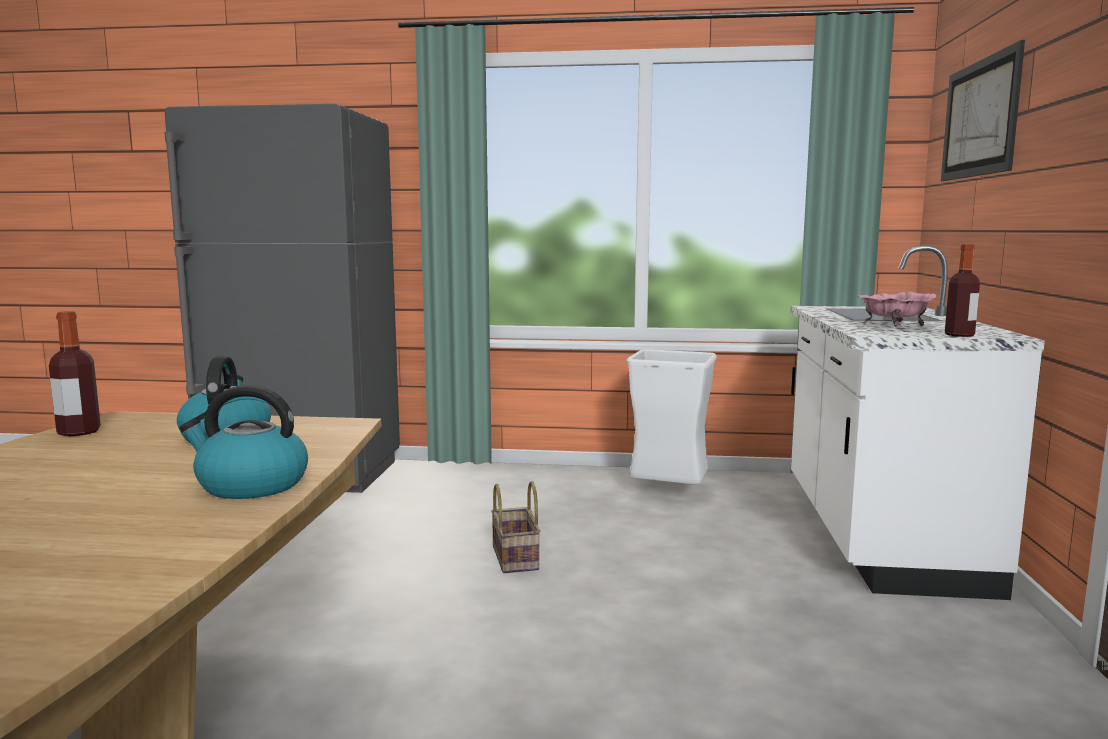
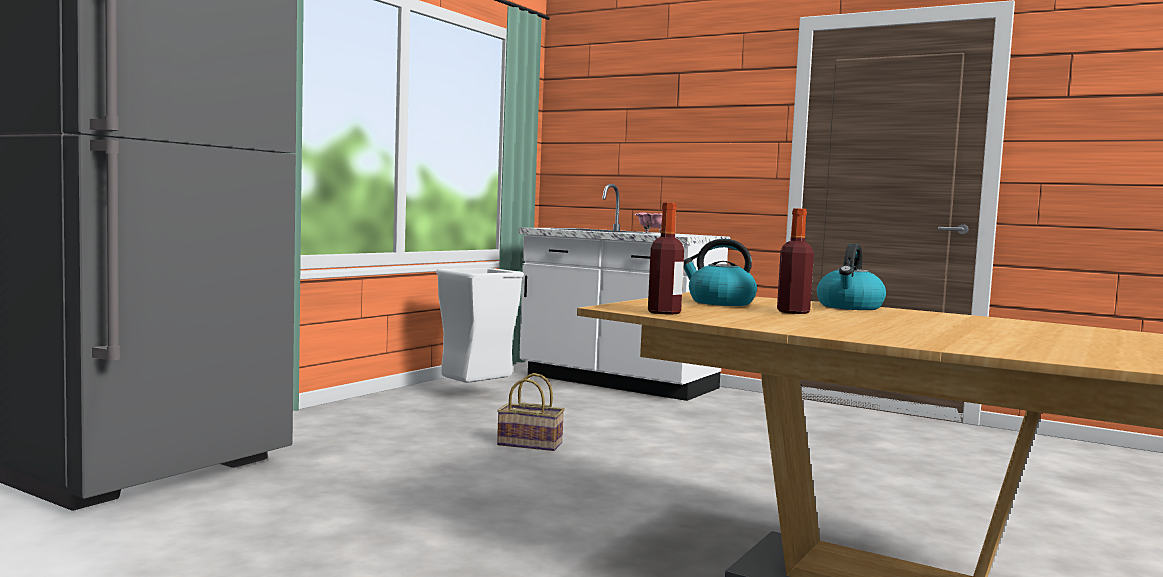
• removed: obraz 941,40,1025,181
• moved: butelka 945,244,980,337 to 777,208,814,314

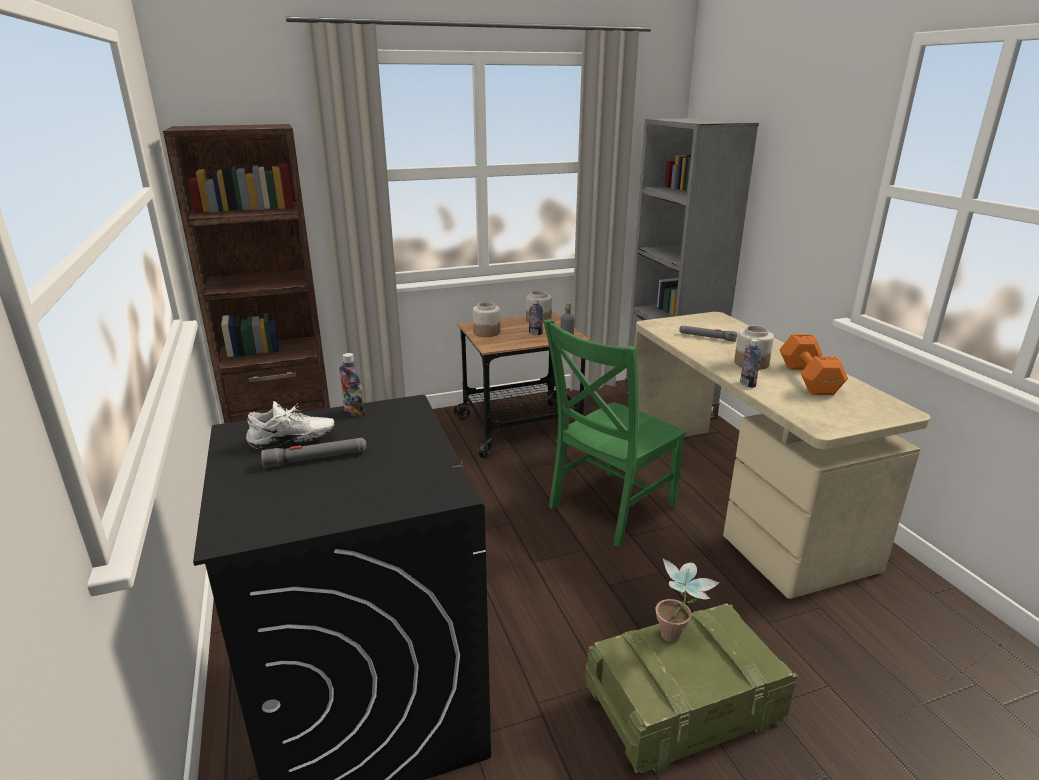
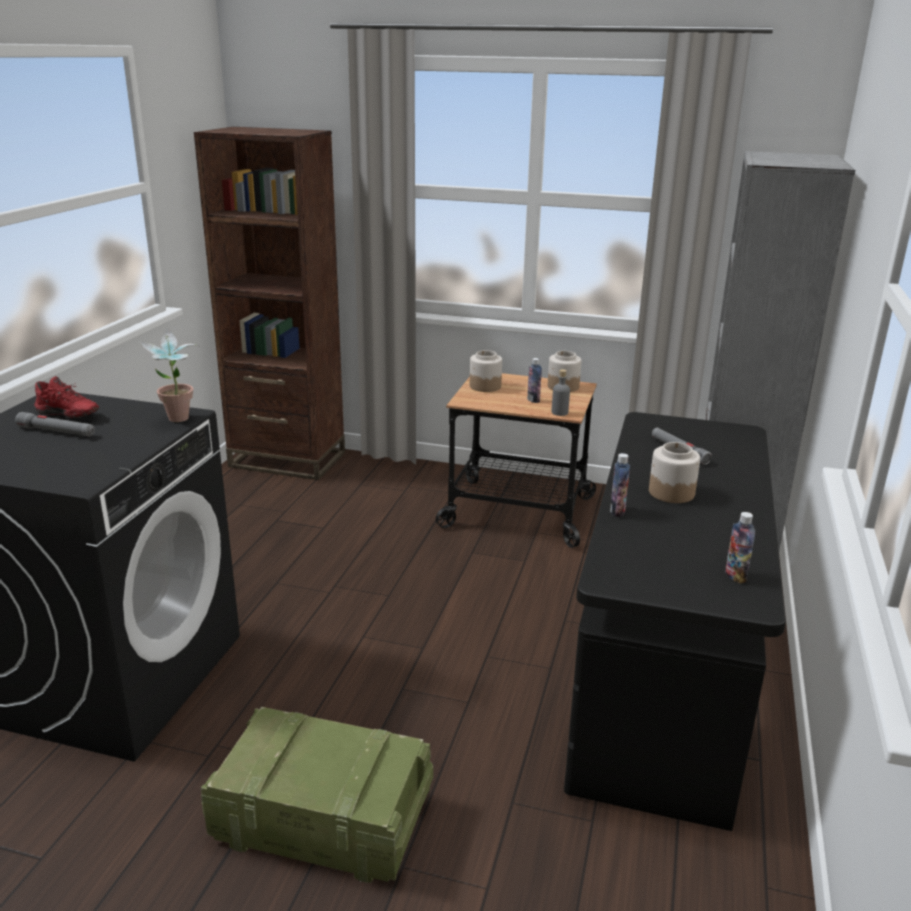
• recoloured: but [biały] 246,401,335,449 to but [czerwony] 34,376,99,418
• moved: butelka 339,353,365,417 to 725,512,755,584
• removed: krzesło [zielony] 543,319,687,547
• recoloured: biurko [beżowy] 635,312,930,599 to biurko [czarny] 564,412,786,831
• moved: roślina doniczkowa 655,559,720,642 to 138,329,198,422
• removed: hantel [pomarańczowy] 779,334,848,395

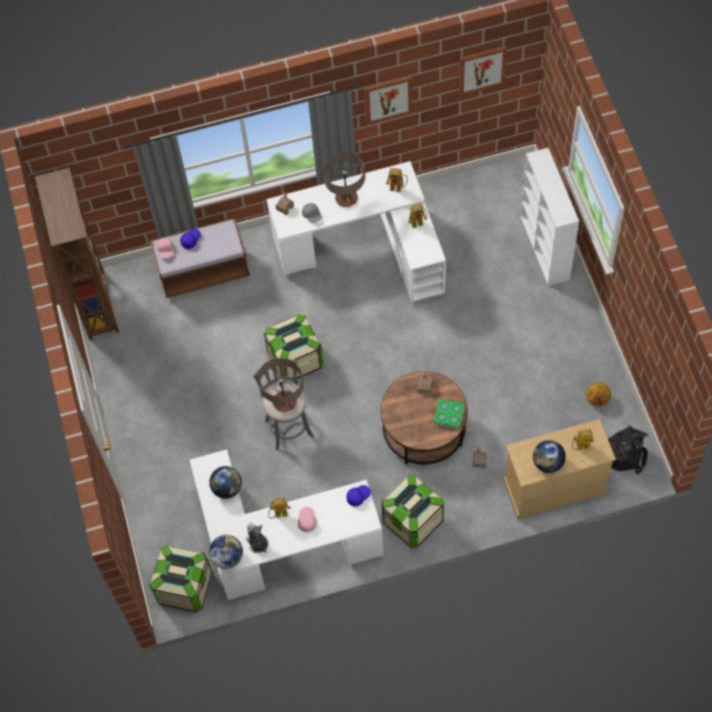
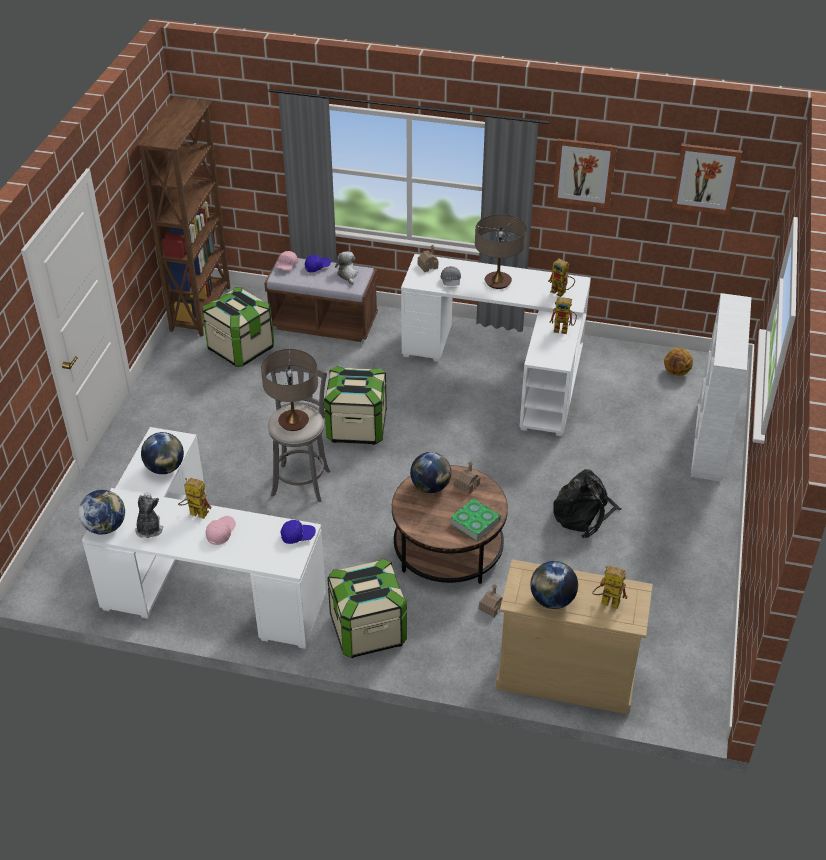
• moved: pojemnik do przechowywania 149,545,213,612 to 202,287,274,367
• moved: piłka do koszykówki 586,382,611,407 to 664,348,693,376
• moved: plecak [czarny] 608,425,648,474 to 553,469,621,538
• added: pluszak 335,251,358,285
• added: globus 410,452,451,493

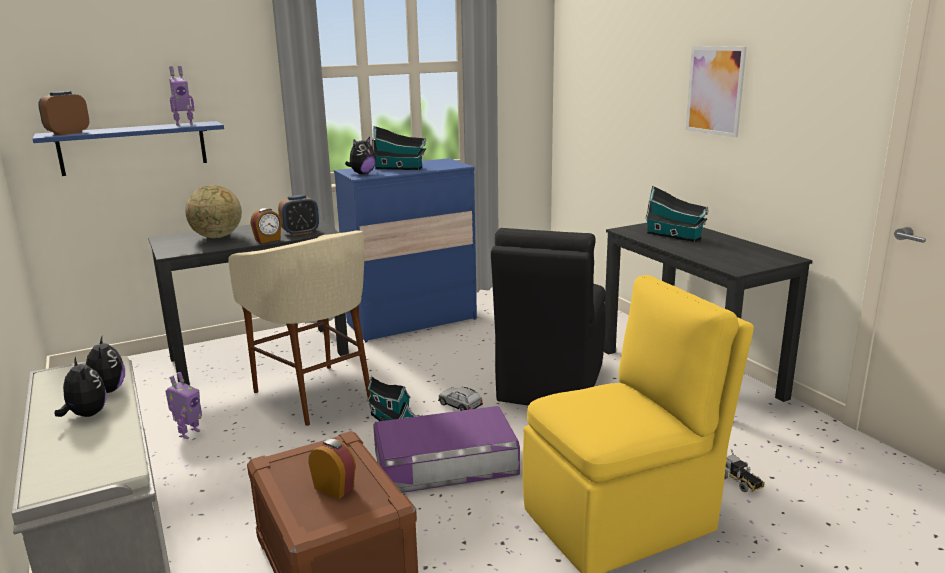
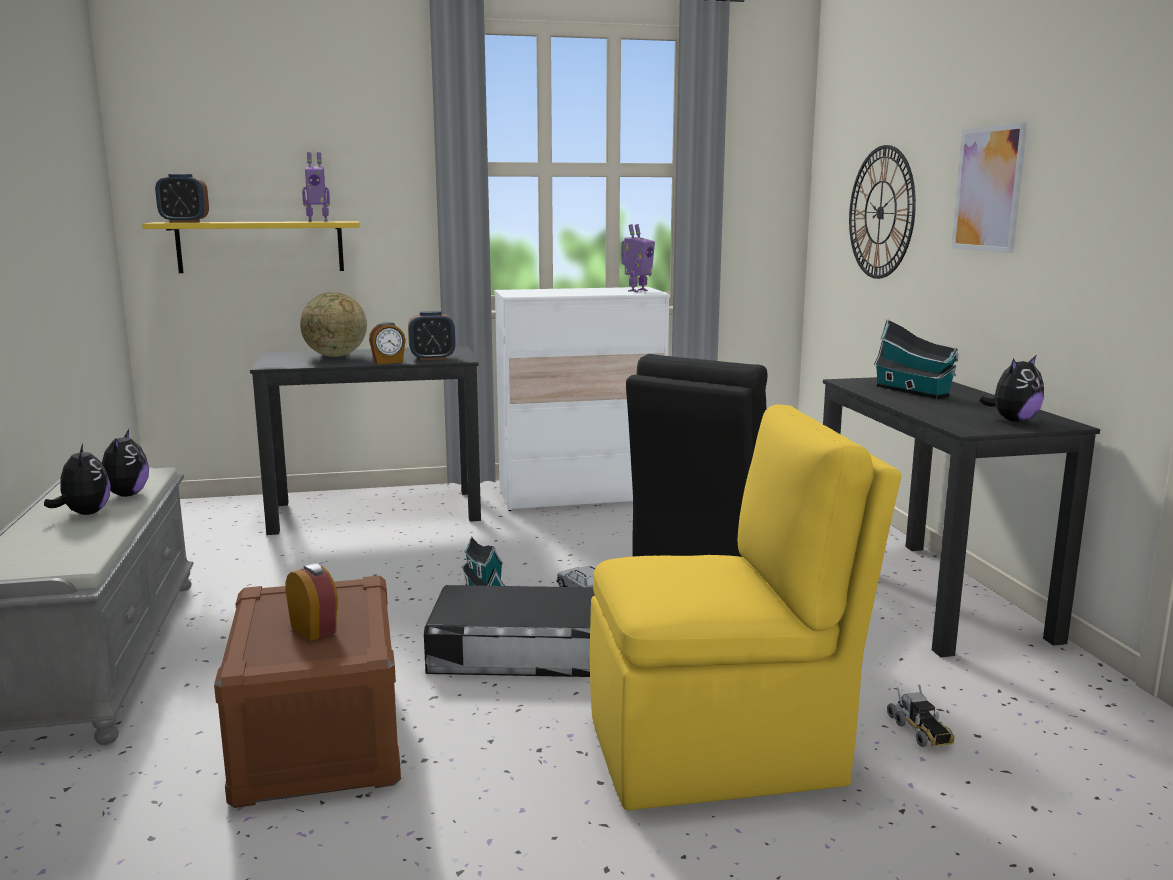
• recoloured: półka [niebieski] 33,121,224,176 to półka [żółty] 142,221,360,273
• turned: budzik 38,91,89,135 = 155,174,209,223 150 degrees counterclockwise
• moved: robot zabawkowy 165,372,202,439 to 621,224,655,292
• removed: stołek [beżowy] 228,231,370,426
• recoloured: komoda [niebieski] 334,158,477,342 to komoda [biały] 494,287,670,511
• moved: pluszak 345,137,376,174 to 979,356,1044,422
• removed: domek 372,125,426,170
• recoloured: pojemnik do przechowywania [fioletowy] 373,406,520,493 to pojemnik do przechowywania [czarny] 424,585,595,677
• added: zegar ścienny 849,145,916,279

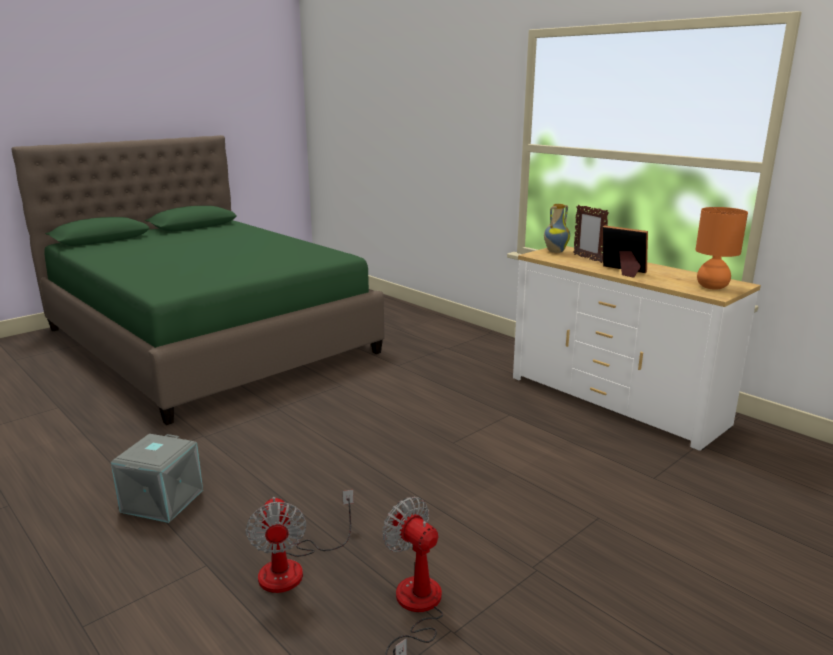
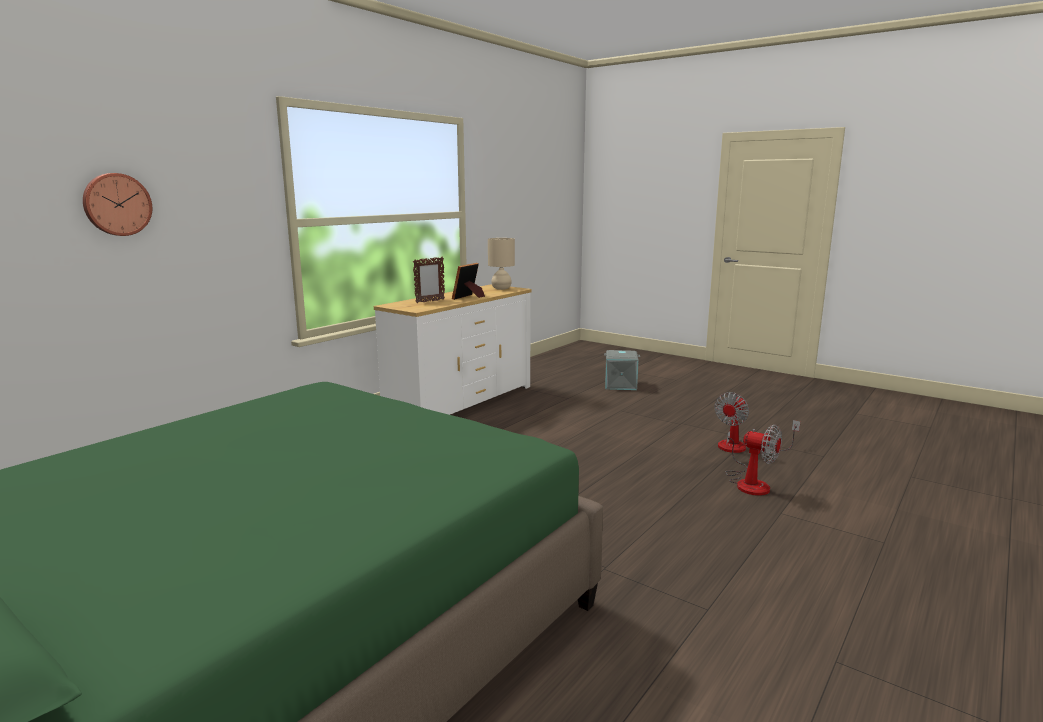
• moved: pojemnik do przechowywania [szary] 111,434,203,523 to 604,350,640,390
• turned: wentylator 246,490,354,593 = 725,425,782,496 60 degrees clockwise
• removed: wazon 544,204,570,253
• recoloured: lampa stołowa [pomarańczowy] 695,207,748,290 to lampa stołowa [beżowy] 488,238,515,290
• added: zegar ścienny 83,173,152,236

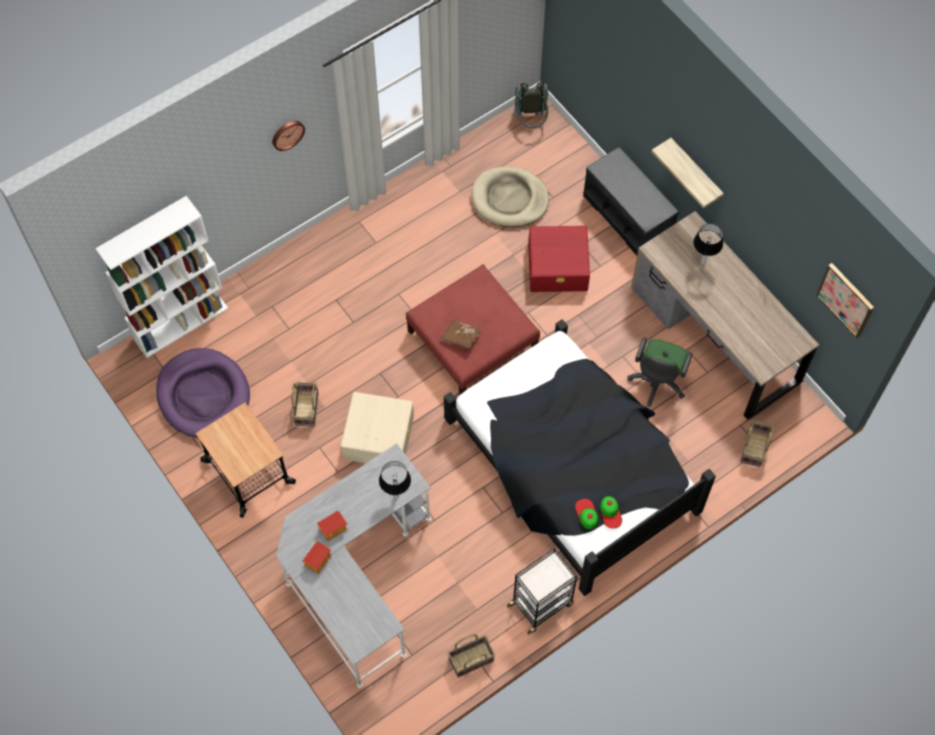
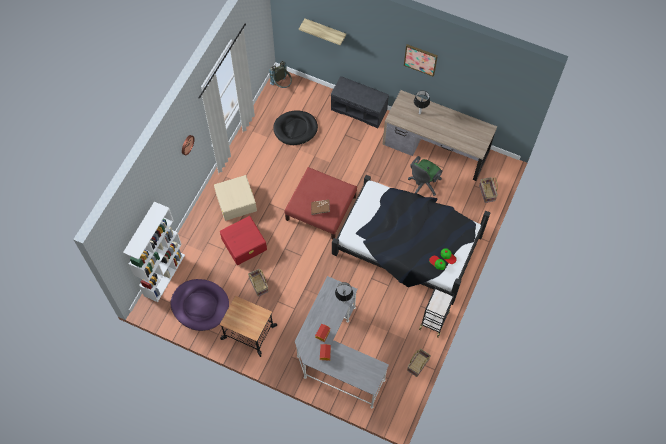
• moved: pojemnik do przechowywania [beżowy] 341,392,414,463 to 214,175,257,221
• recoloured: legowisko [beżowy] 472,166,549,227 to legowisko [czarny] 273,110,318,145
• moved: pojemnik do przechowywania [czerwony] 528,226,590,292 to 220,216,267,265
• turned: krzesło biurowe [zielony] 627,337,693,407 = 408,156,442,196 45 degrees clockwise
• moved: półka 651,138,724,208 to 299,19,346,45
• moved: obraz 816,263,874,338 to 404,44,438,77

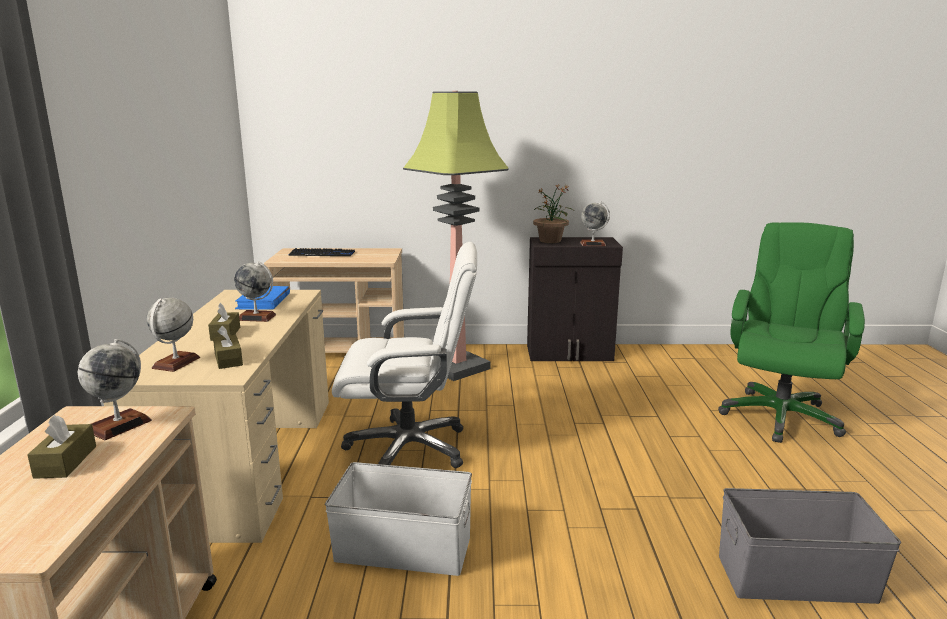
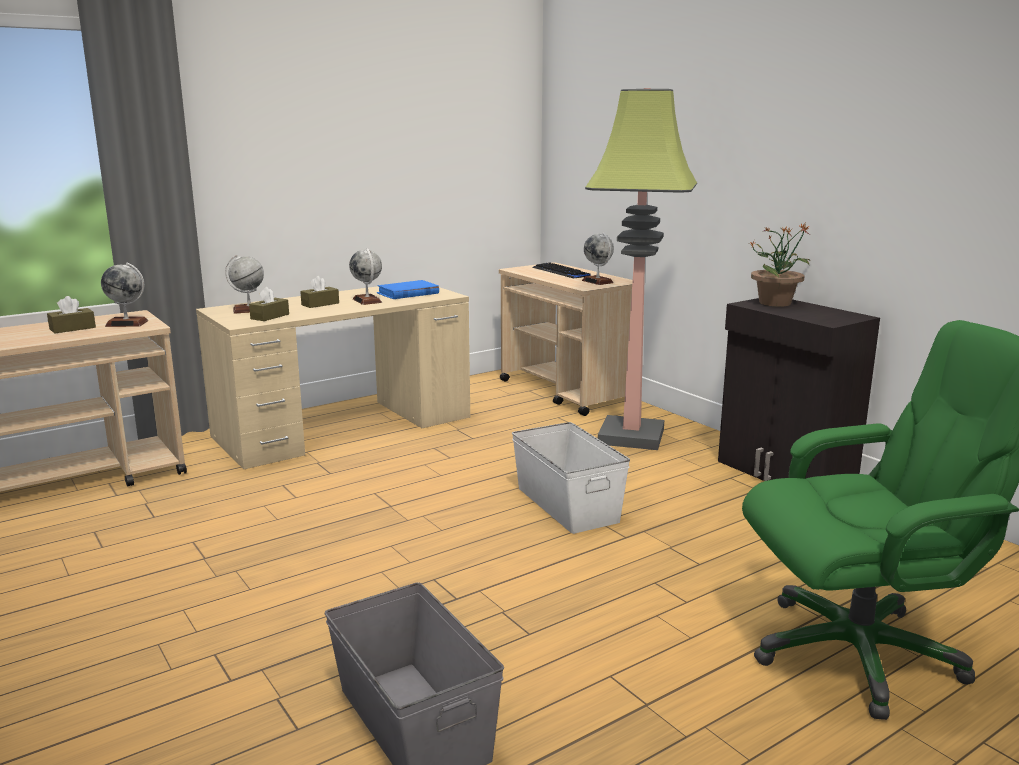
• moved: pojemnik do przechowywania [biały] 325,462,472,576 to 512,422,630,534
• removed: krzesło biurowe [biały] 332,242,477,468
• moved: globus 580,201,610,246 to 582,233,614,285

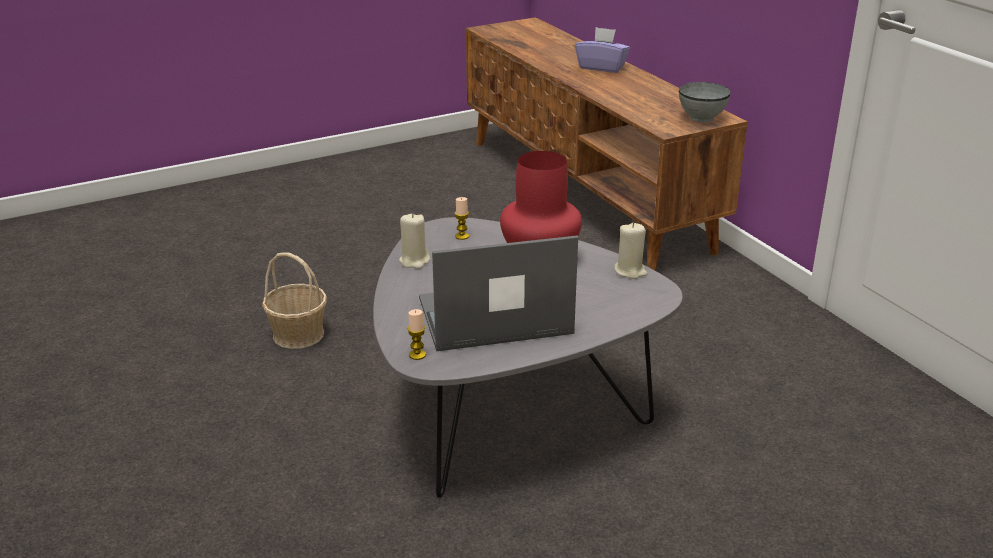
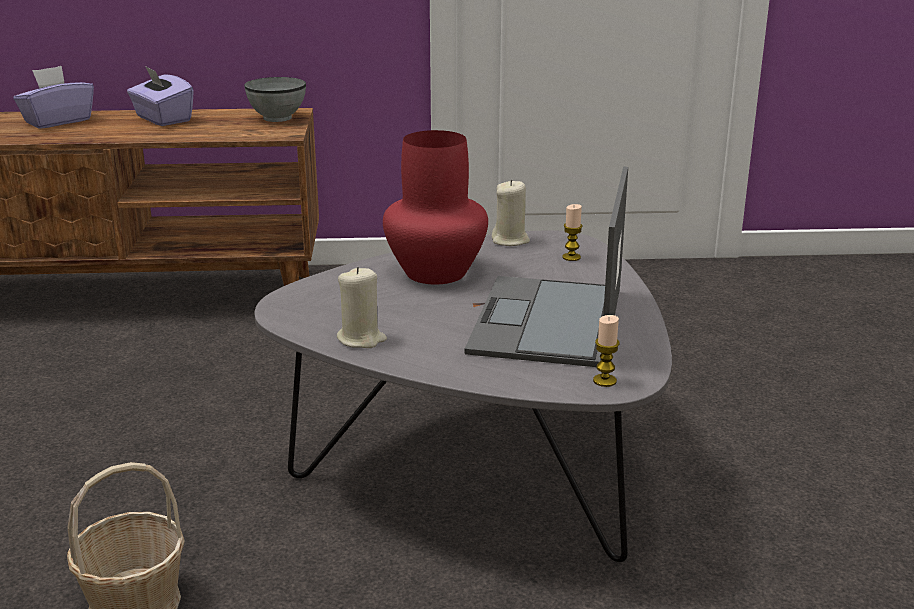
• moved: świeca 455,197,469,240 to 562,204,583,261
• added: pudełko chusteczek [fioletowy] 127,66,194,126

